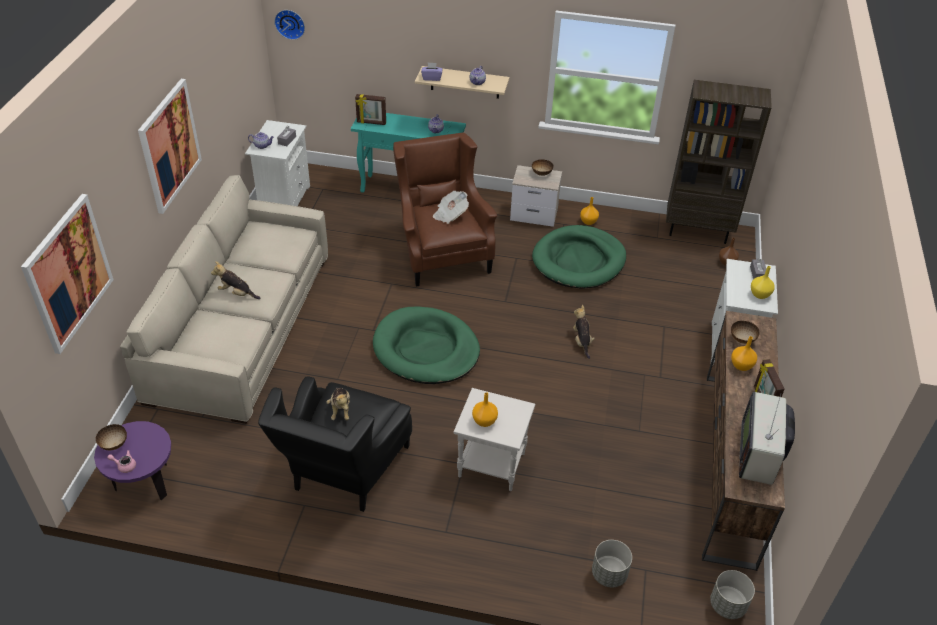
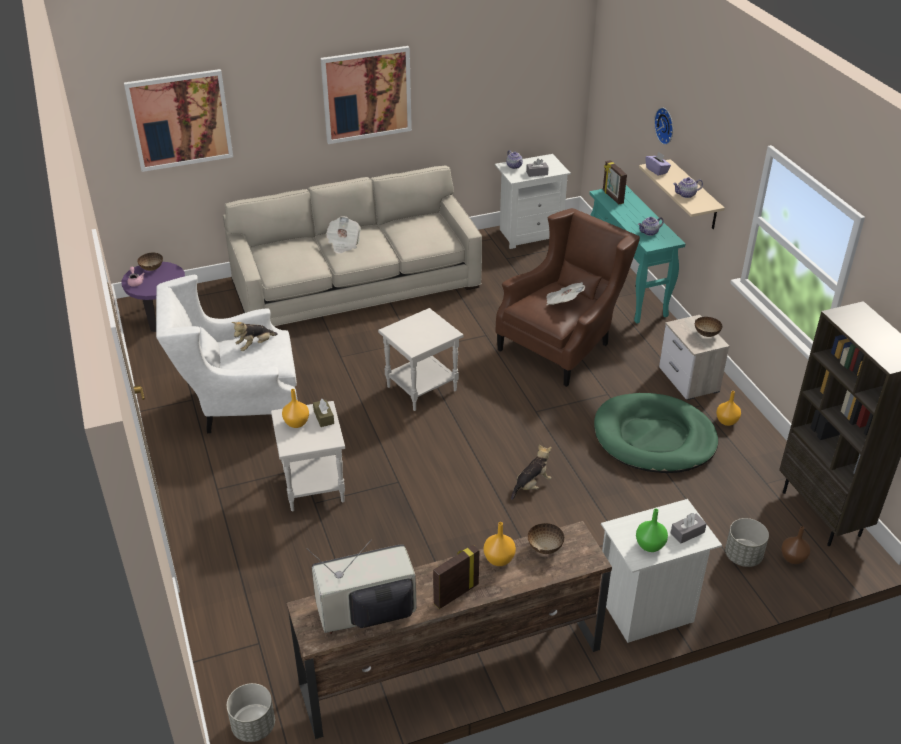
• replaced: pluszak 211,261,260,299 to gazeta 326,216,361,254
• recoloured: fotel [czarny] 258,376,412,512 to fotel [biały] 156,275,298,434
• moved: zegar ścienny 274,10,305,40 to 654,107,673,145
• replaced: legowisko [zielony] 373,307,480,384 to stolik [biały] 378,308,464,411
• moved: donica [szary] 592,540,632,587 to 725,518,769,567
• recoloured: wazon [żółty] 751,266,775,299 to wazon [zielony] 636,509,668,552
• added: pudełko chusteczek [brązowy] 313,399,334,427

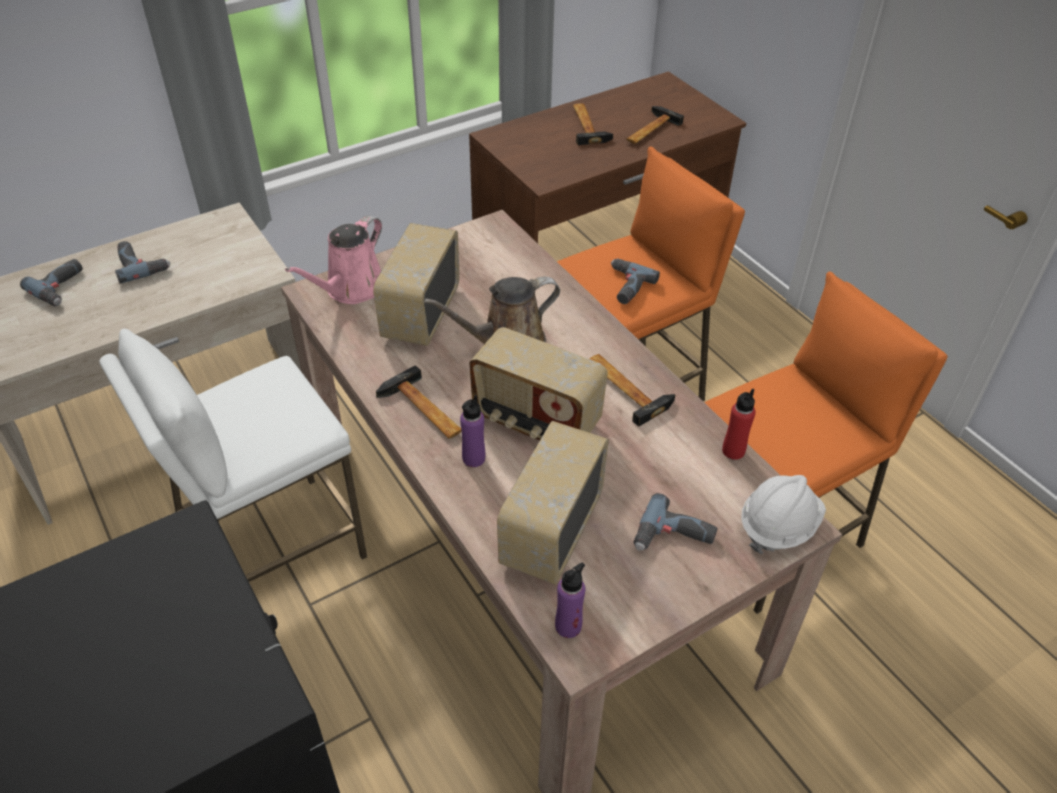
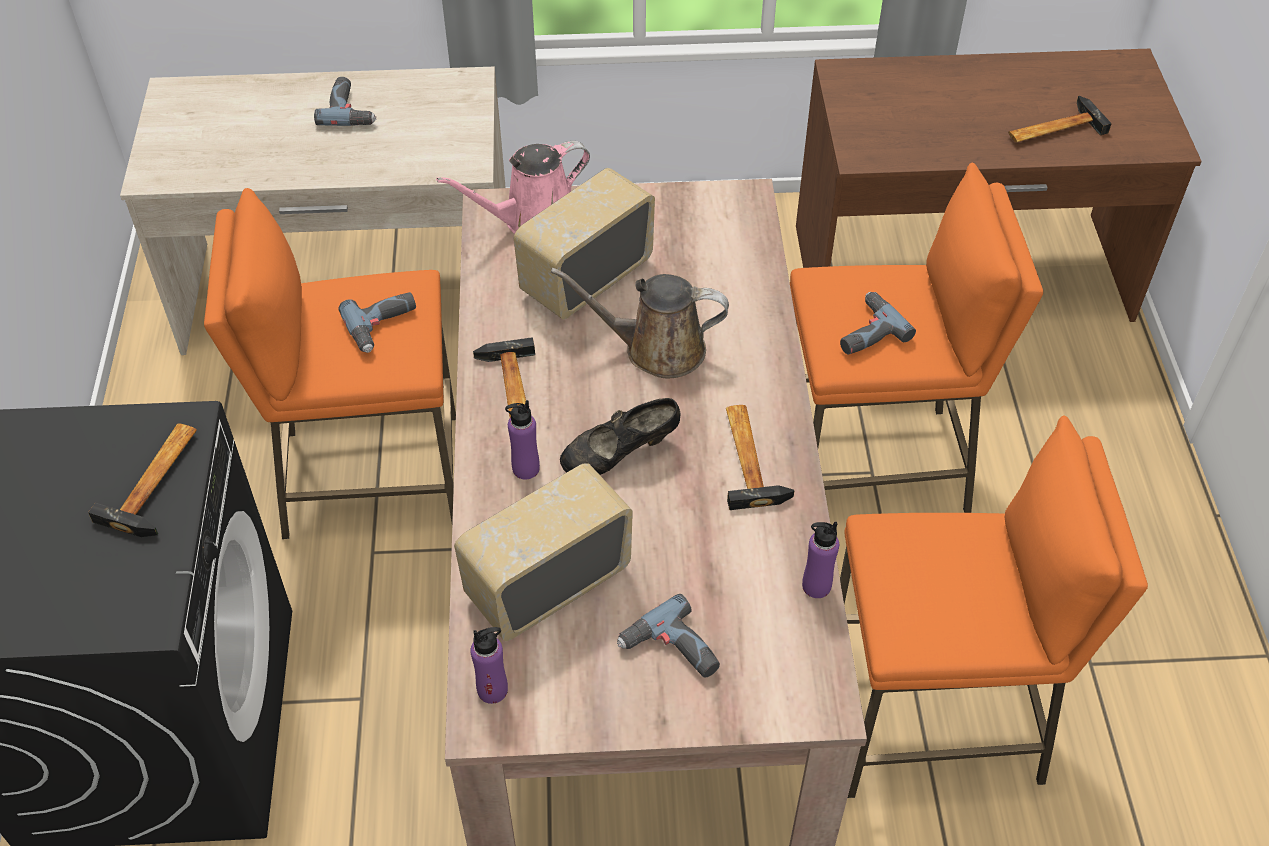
• moved: wiertarka 20,259,83,306 to 339,292,416,353
• recoloured: stołek [biały] 99,329,367,582 to stołek [pomarańczowy] 204,188,456,539
• replaced: radio 469,327,608,440 to but [czarny] 560,398,681,475
• moved: młotek 573,103,613,145 to 88,424,197,537
• recoloured: butelka [czerwony] 722,389,756,460 to butelka [fioletowy] 802,522,839,598
• removed: kask [biały] 741,475,826,554

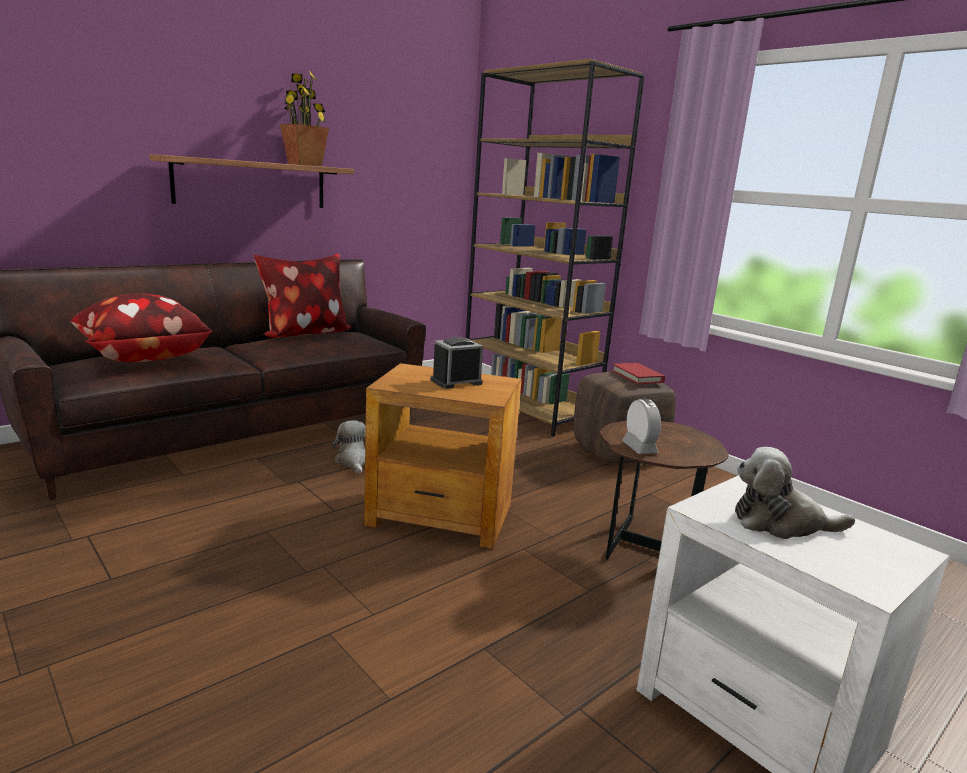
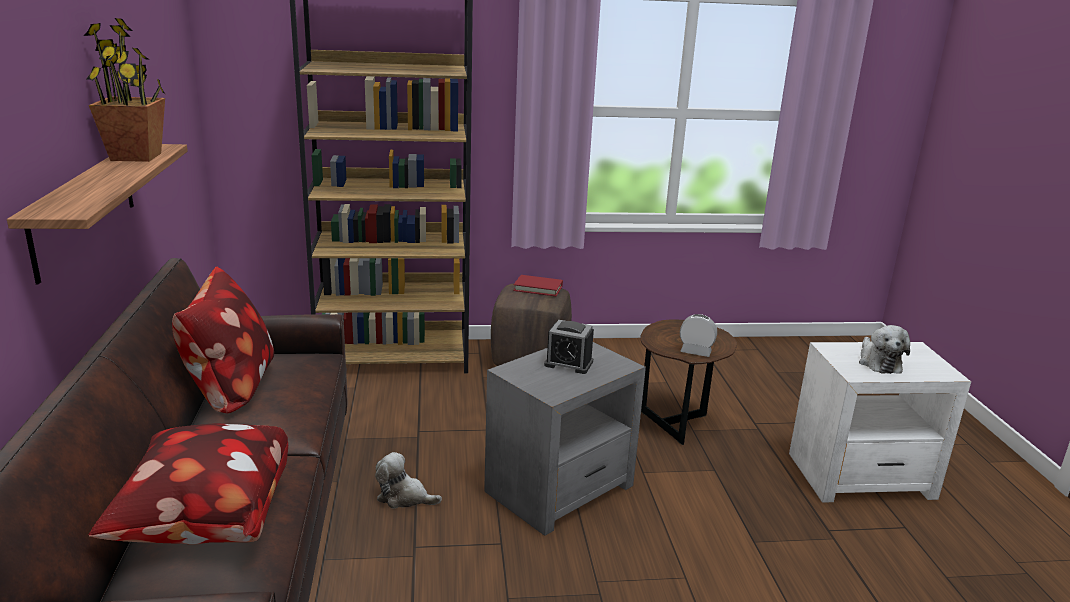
• recoloured: stolik [brązowy] 364,363,522,549 to stolik [szary] 484,342,646,536
• turned: budzik 430,337,483,389 = 544,320,594,374 75 degrees counterclockwise
• turned: pluszak 735,447,855,539 = 859,325,910,374 45 degrees counterclockwise

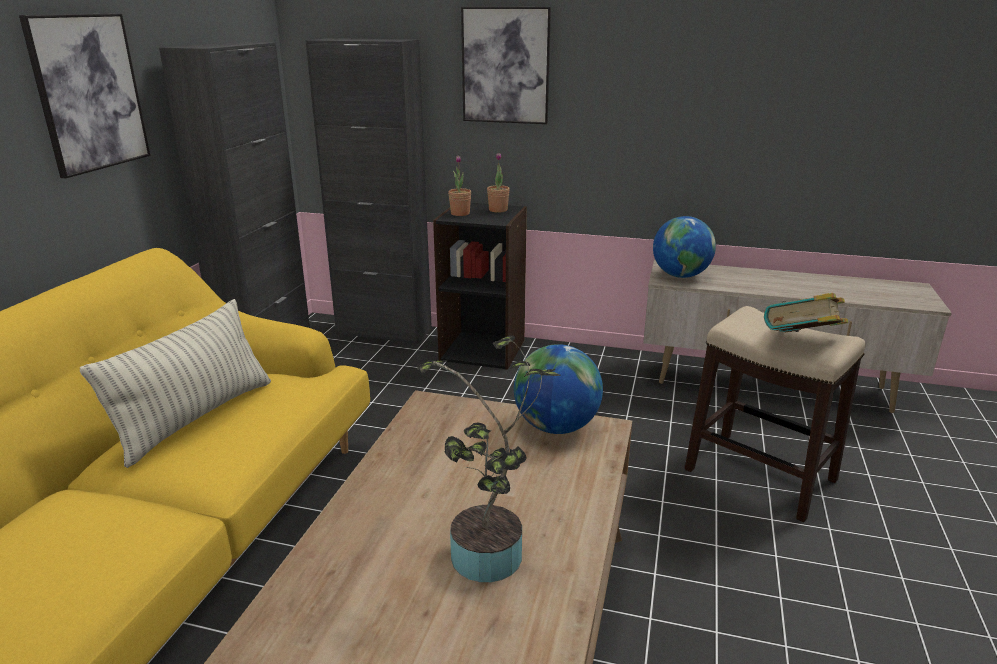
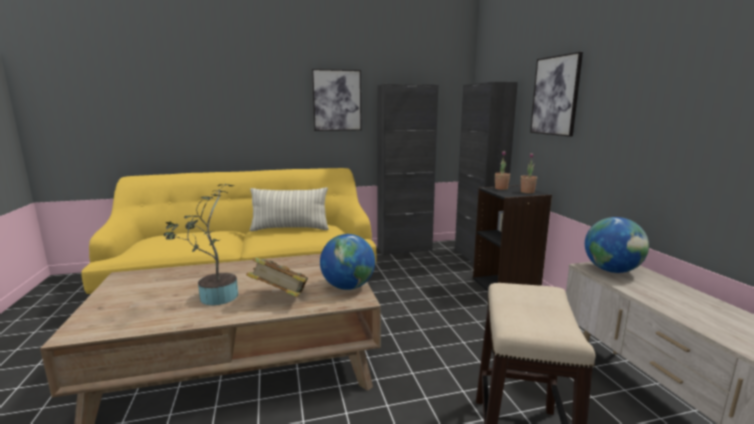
• moved: książka 764,293,848,332 to 246,258,308,297

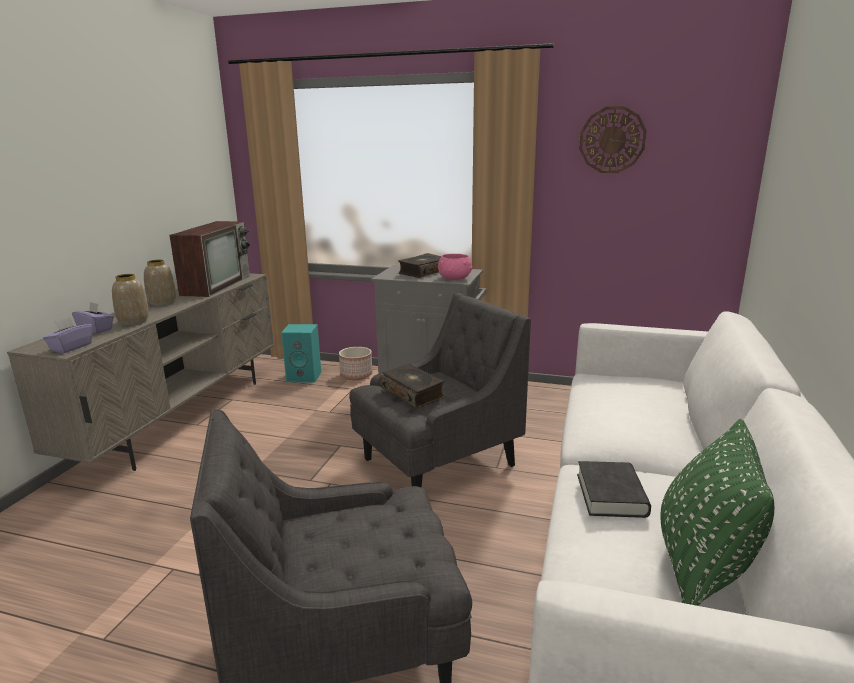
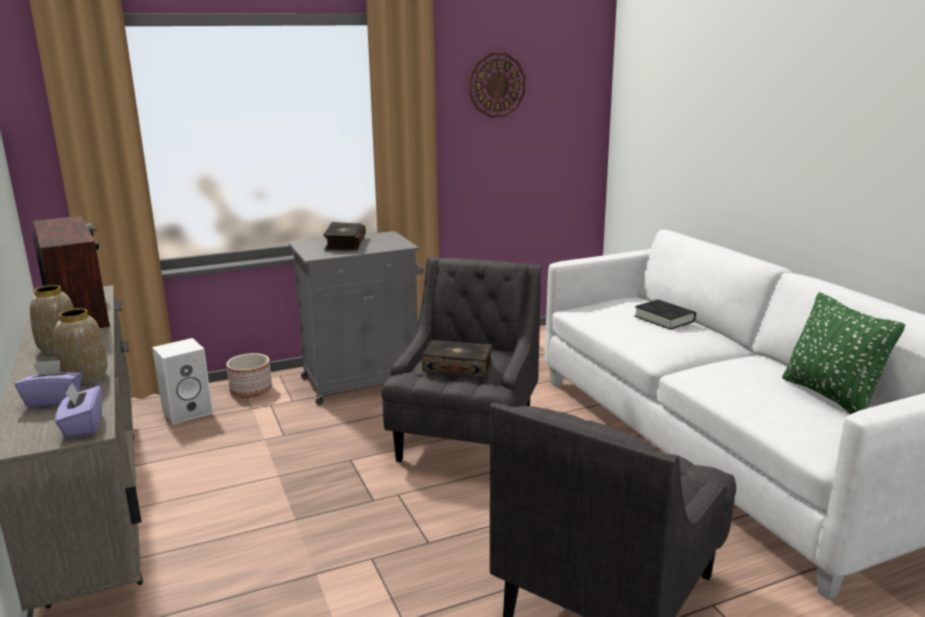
• recoloured: głośnik [turkusowy] 281,324,321,383 to głośnik [biały] 152,338,213,424
• removed: miska [różowy] 438,254,473,280
• moved: książka [czarny] 577,461,651,518 to 634,299,696,330

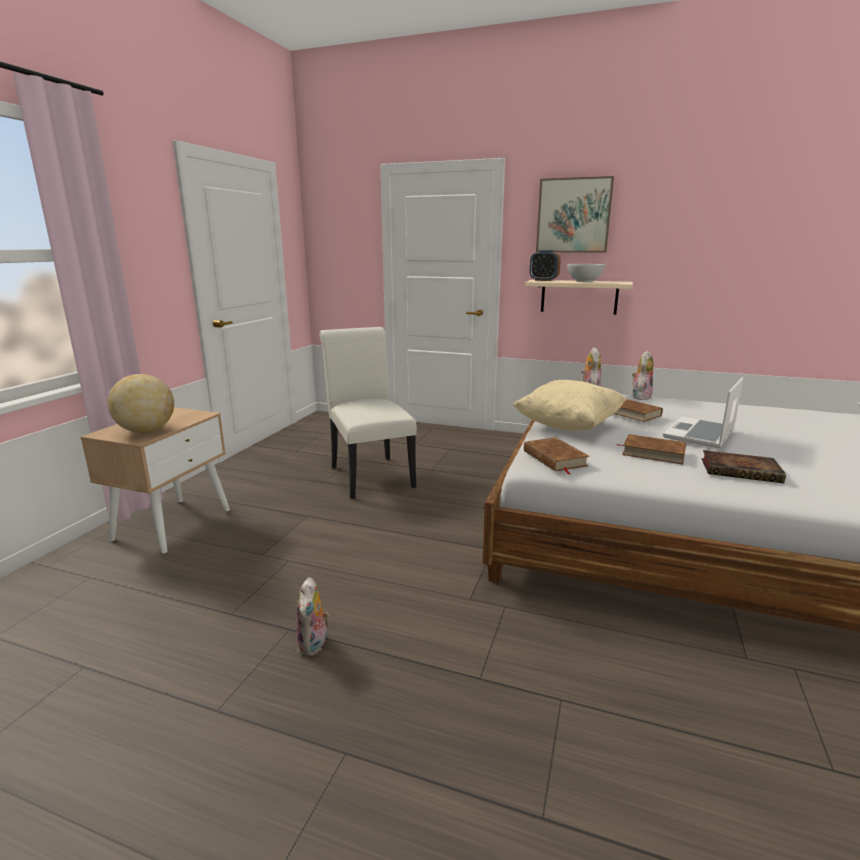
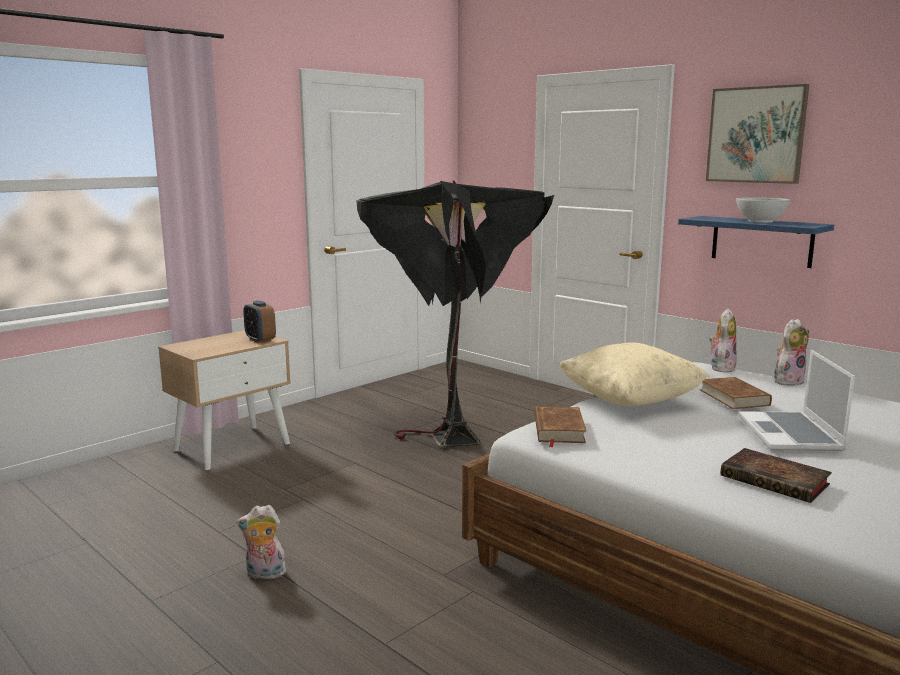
• removed: globus 108,374,174,433
• turned: pluszak 296,577,329,657 = 236,505,288,579 60 degrees clockwise
• replaced: krzesło [biały] 320,327,417,499 to lampa stojąca [czarny] 356,180,554,447
• recoloured: półka [beżowy] 525,280,633,315 to półka [niebieski] 678,216,834,268
• moved: budzik 530,250,561,281 to 243,301,276,343
• removed: książka [brązowy] 617,434,686,464
• turned: laptop 663,377,744,448 = 738,350,855,451 60 degrees counterclockwise

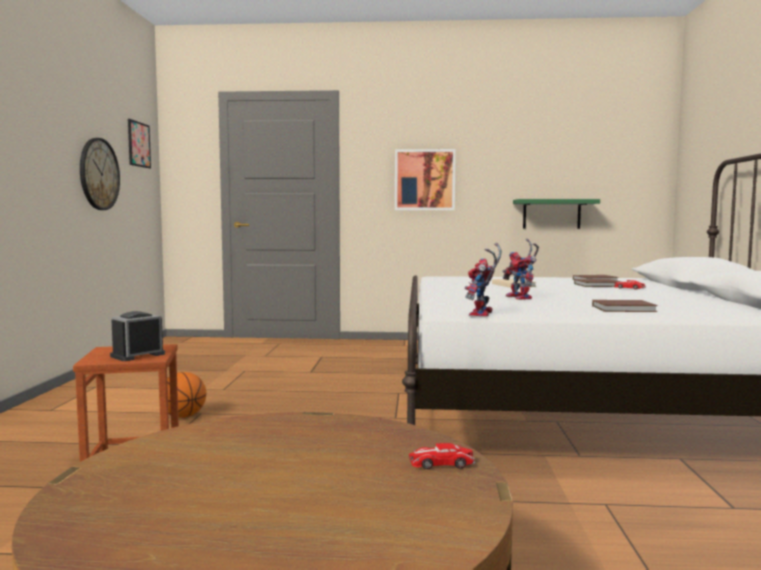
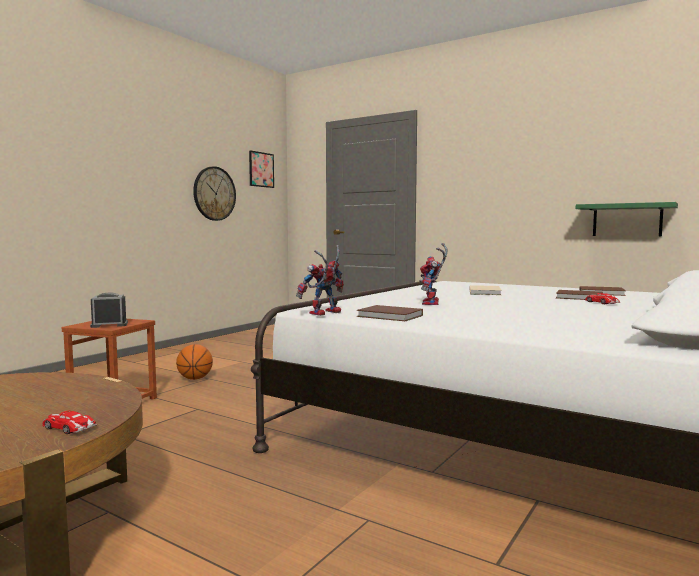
• removed: obraz 395,149,456,210
• moved: książka [brązowy] 592,300,658,312 to 357,305,423,321

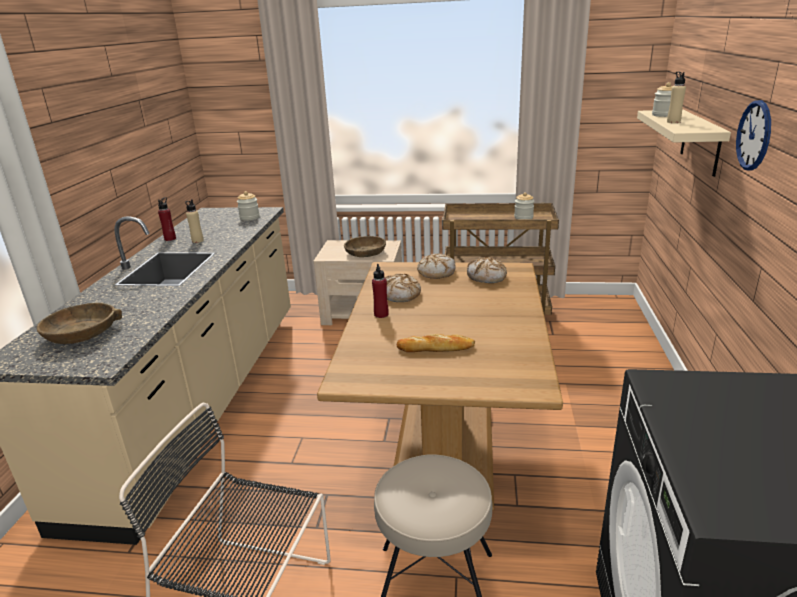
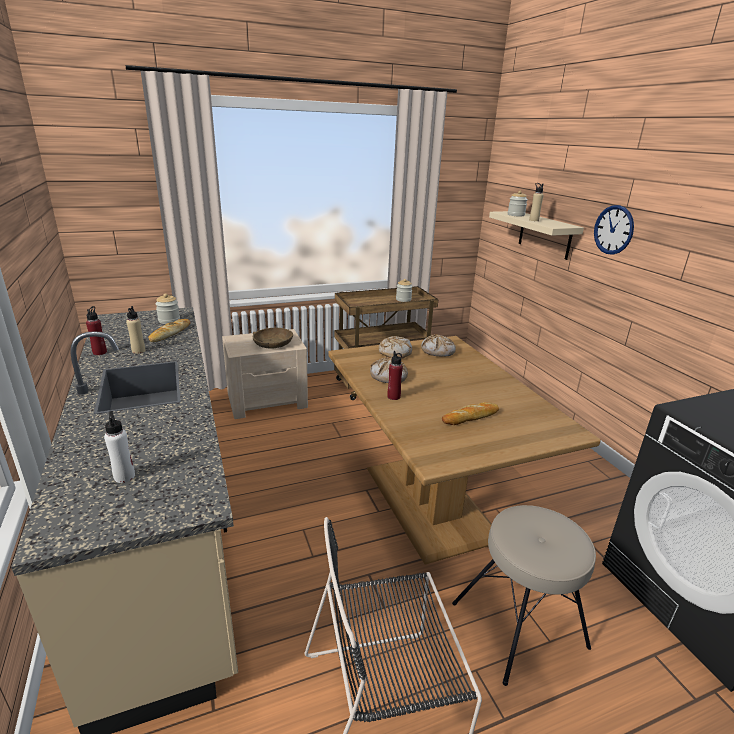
• replaced: miska [brązowy] 37,303,122,344 to butelka [biały] 104,411,135,483
• added: chleb 148,319,191,342

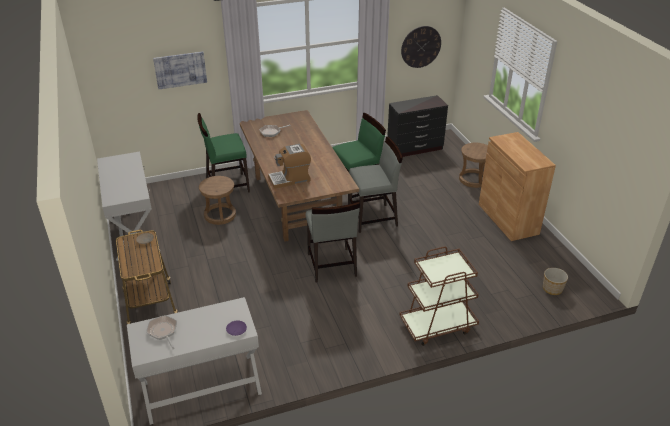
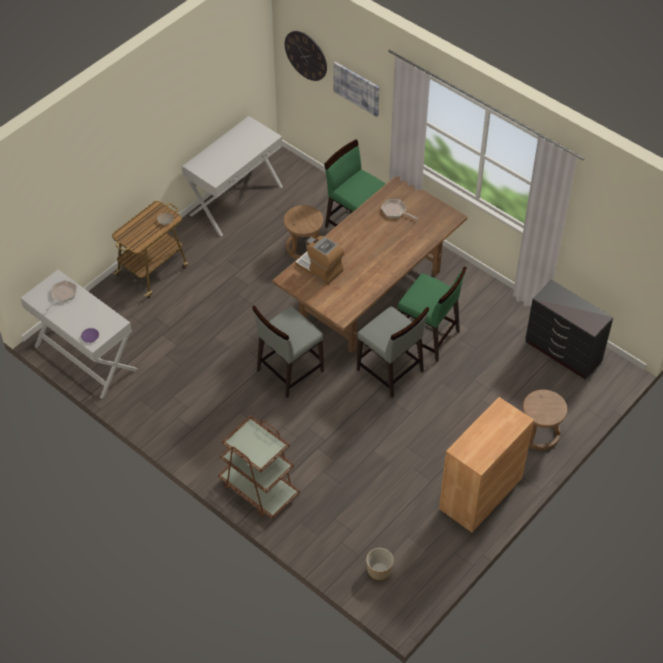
• moved: zegar ścienny 401,26,441,68 to 285,31,327,81

